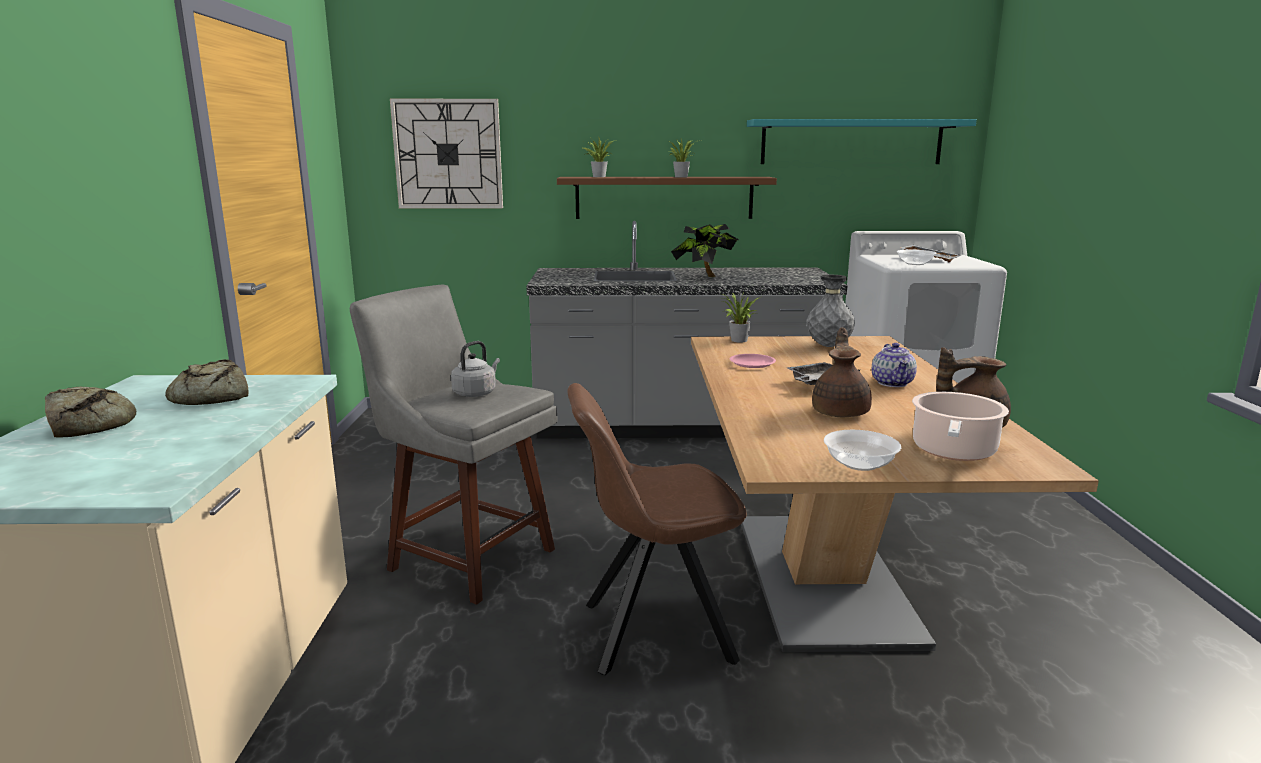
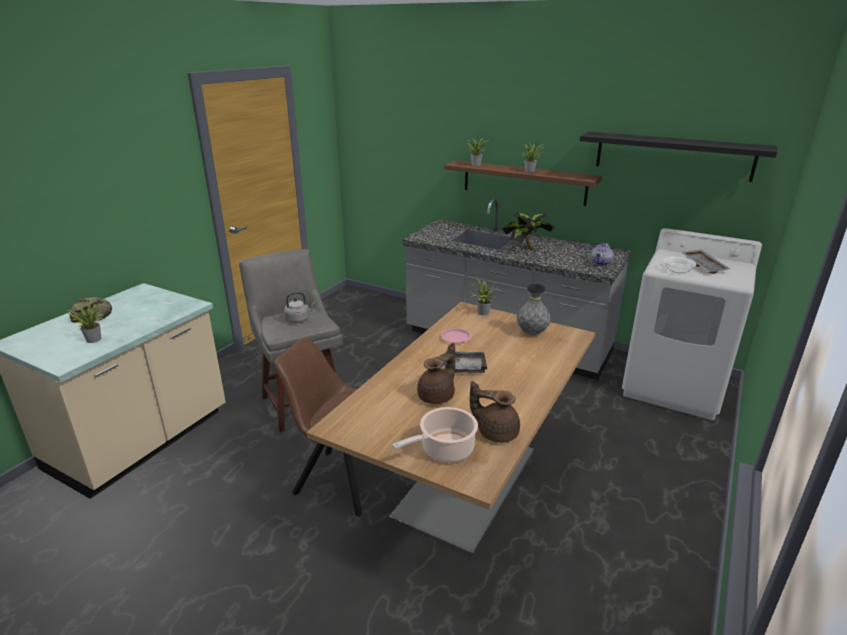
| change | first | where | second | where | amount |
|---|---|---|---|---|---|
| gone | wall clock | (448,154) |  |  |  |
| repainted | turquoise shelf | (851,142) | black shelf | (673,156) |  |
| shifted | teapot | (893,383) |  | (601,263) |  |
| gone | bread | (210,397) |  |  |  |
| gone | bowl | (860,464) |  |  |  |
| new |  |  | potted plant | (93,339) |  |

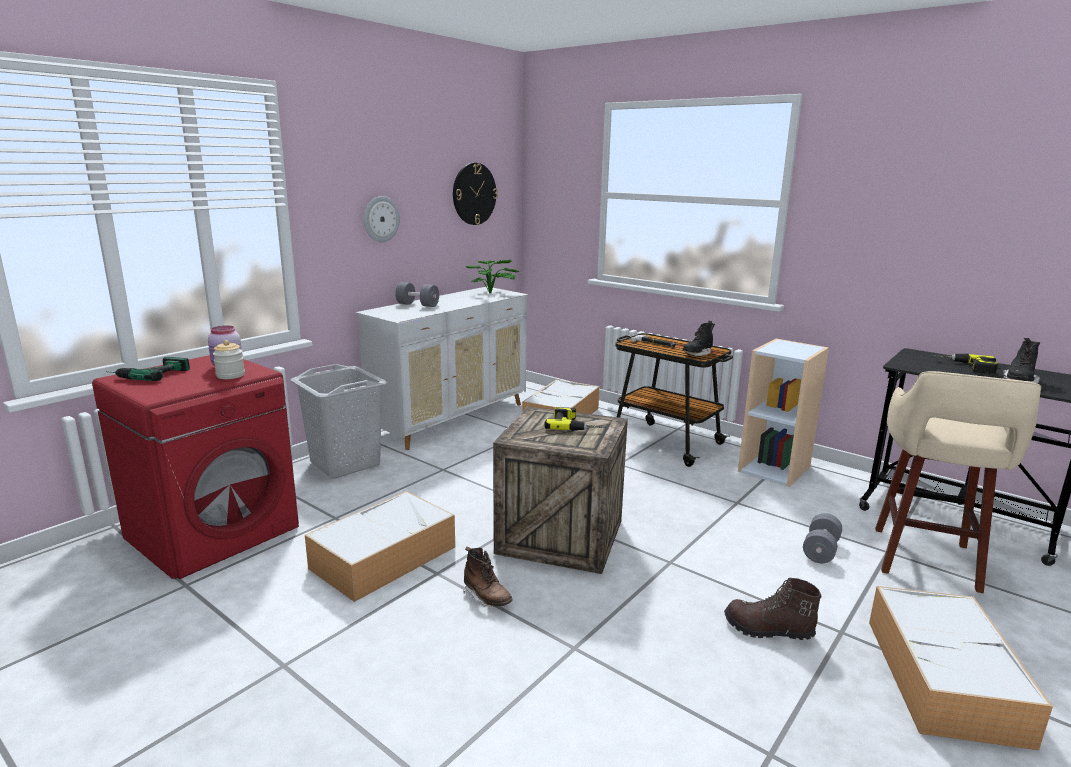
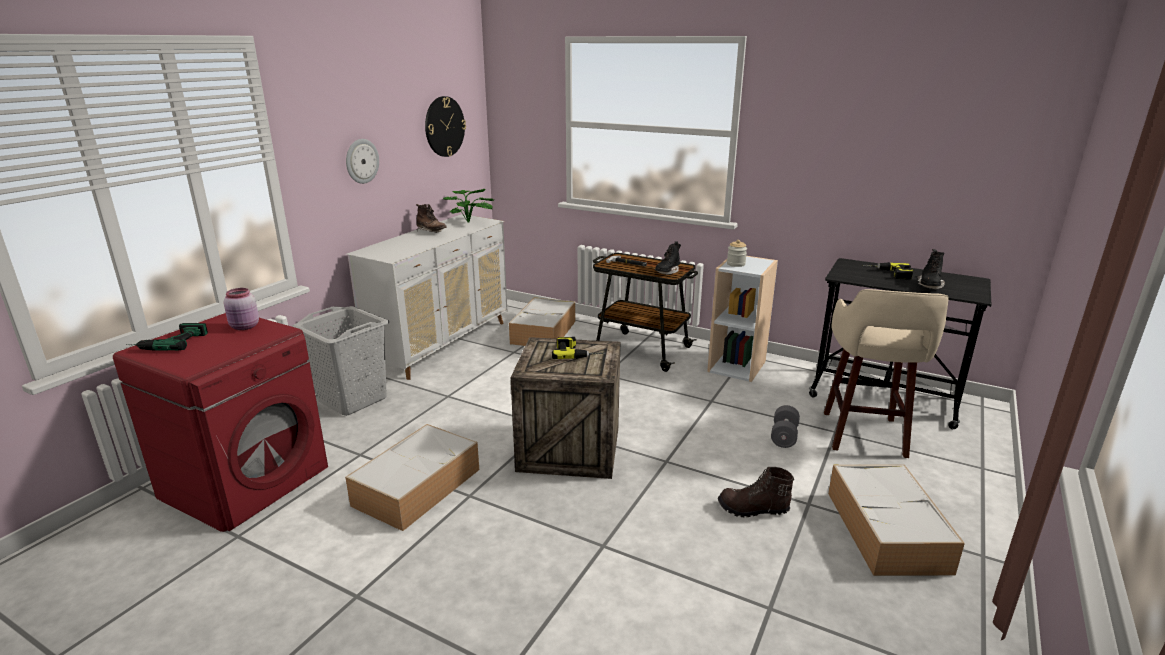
| change | first | where | second | where | amount |
|---|---|---|---|---|---|
| gone | grey dumbbell | (417,305) |  |  |  |
| shifted | jar | (230,375) |  | (736,264) |  |
| shifted | brown boot | (487,598) |  | (431,232) |  |

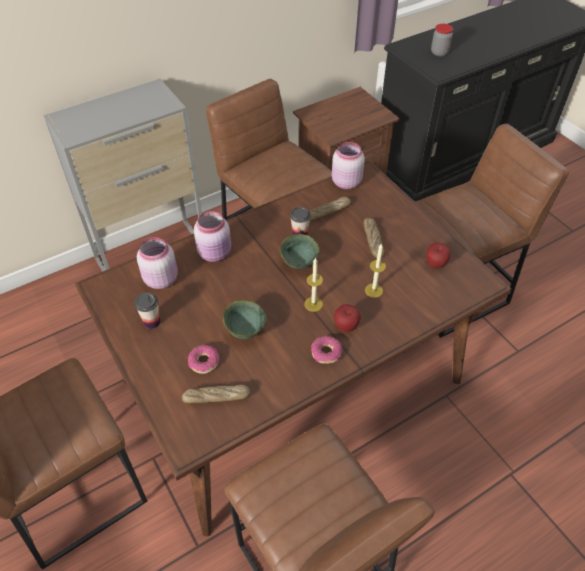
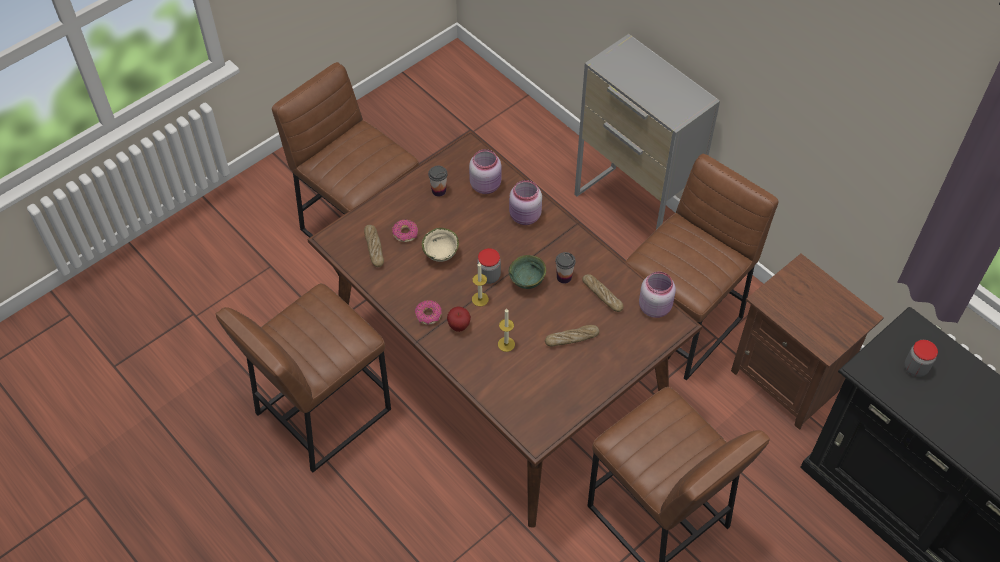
| change | first | where | second | where | amount |
|---|---|---|---|---|---|
| gone | apple | (435,264) |  |  |  |
| repainted | green bowl | (245,330) | beige bowl | (442,255) |  |
| new |  |  | jar | (489,276) |  |

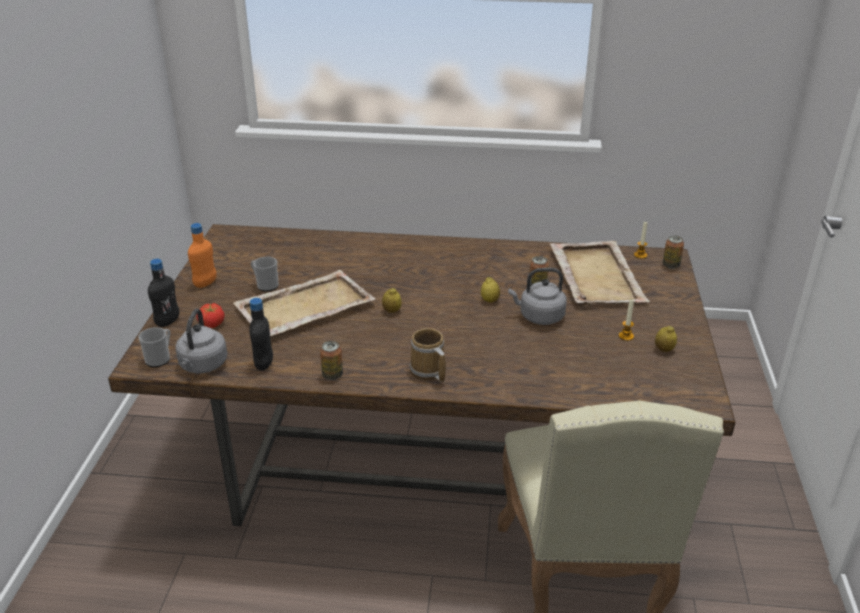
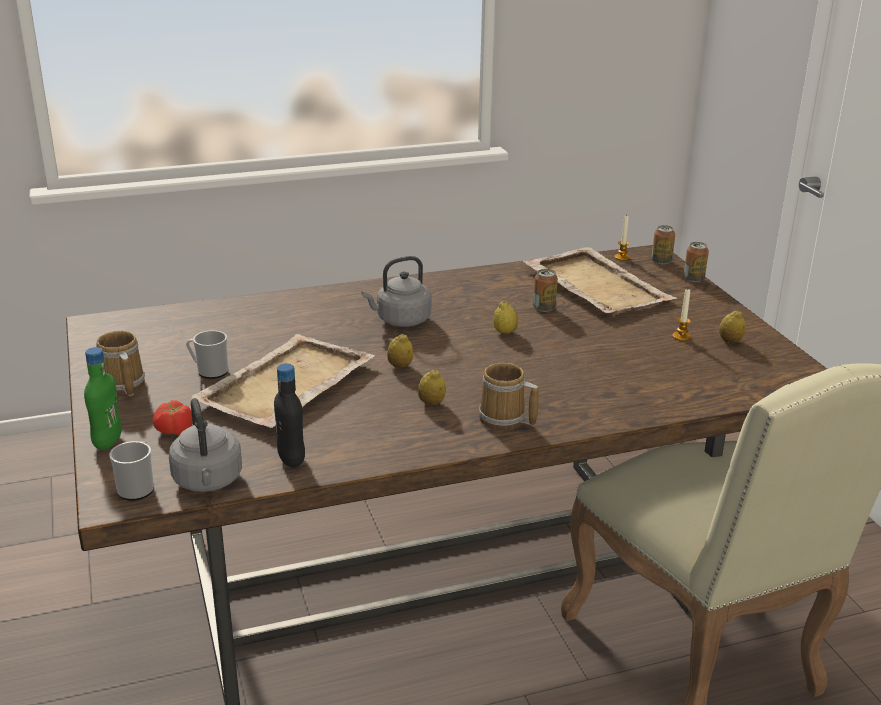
| change | first | where | second | where | amount |
|---|---|---|---|---|---|
| swapped | orange bottle | (205,283) | mug | (122,386) |  |
| repainted | black bottle | (167,322) | green bottle | (108,442) |  |
| shifted | grey kettle | (539,317) |  | (400,320) |  |
| shifted | can | (332,375) |  | (693,279) |  |
| new |  |  | lemon | (431,403) |  |

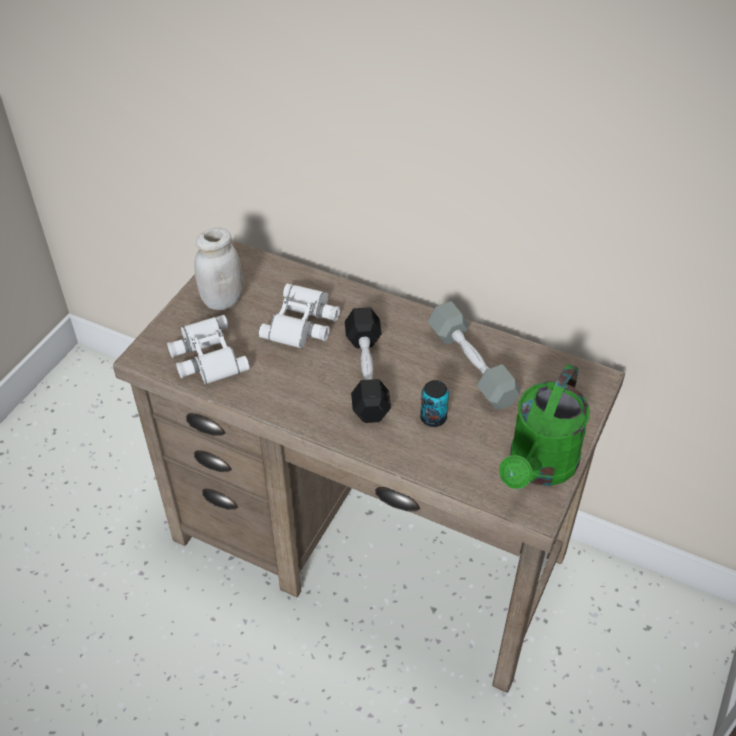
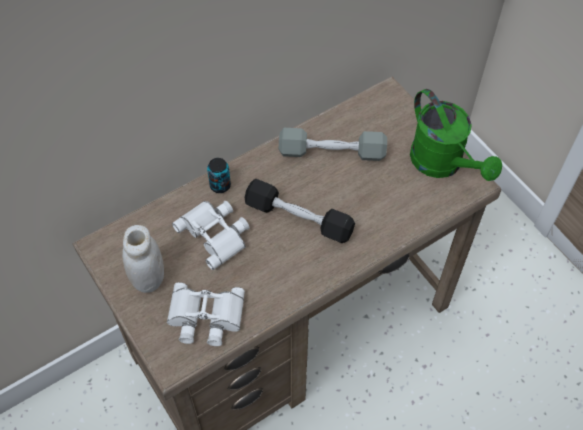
| change | first | where | second | where | amount |
|---|---|---|---|---|---|
| shifted | can | (433,418) |  | (220,185) |  |

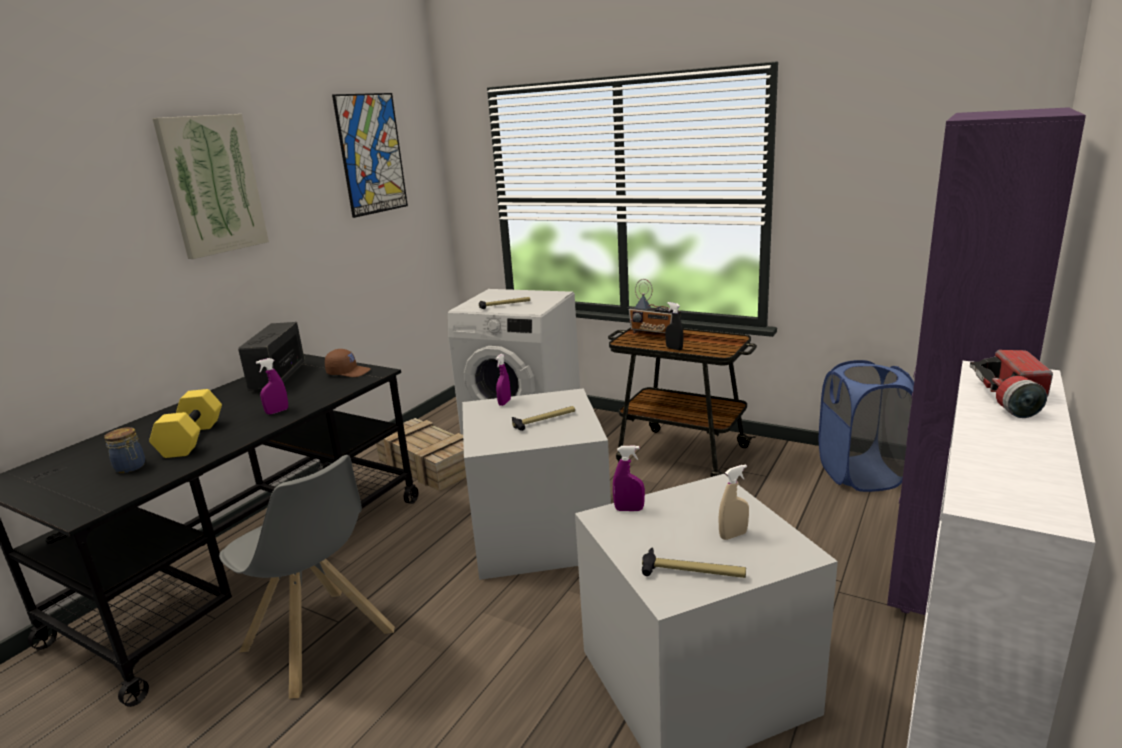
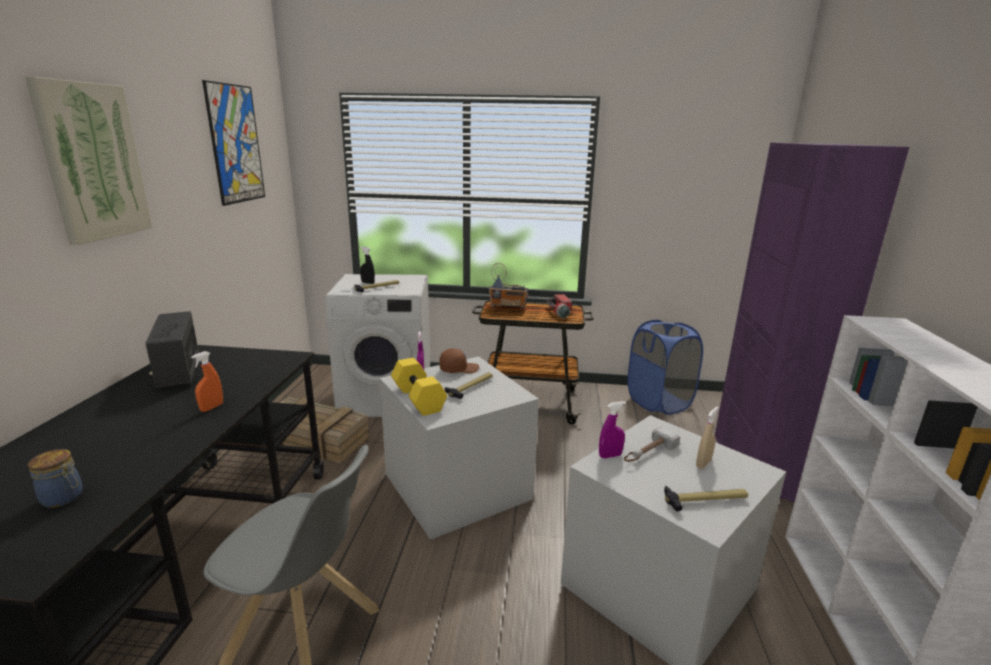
| change | first | where | second | where | amount |
|---|---|---|---|---|---|
| shifted | black spray bottle | (674,348) |  | (368,283) |  |
| shifted | brown cap | (348,372) |  | (459,369) |  |
| shifted | flashlight | (1011,398) |  | (560,312) |  |
| repainted | purple spray bottle | (277,411) | orange spray bottle | (211,407) |  |
| shifted | yellow dumbbell | (191,438) |  | (417,399) |  |
| new |  |  | hammer | (648,453) |  |

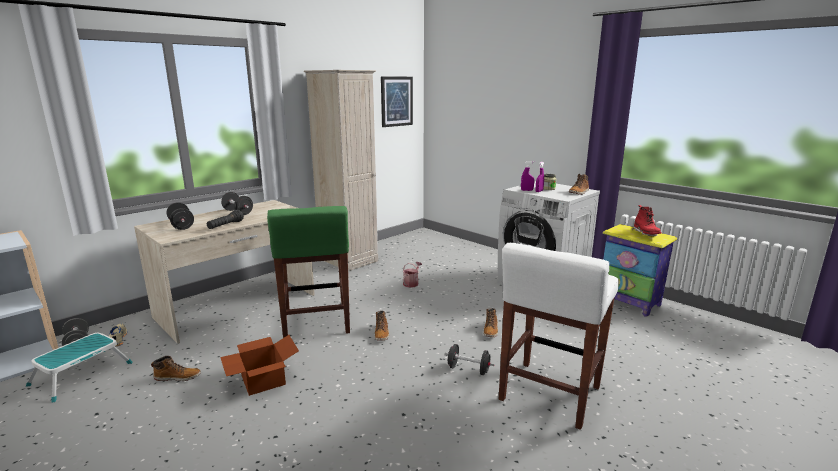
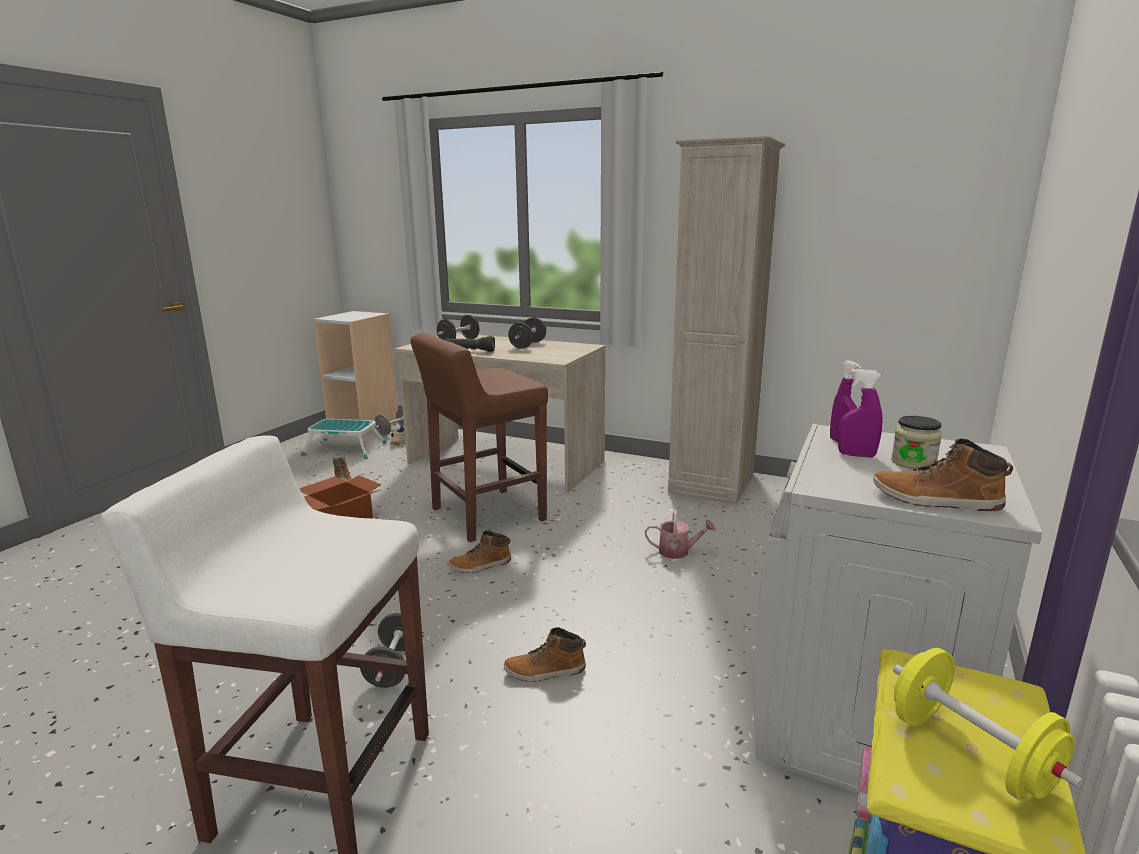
| change | first | where | second | where | amount |
|---|---|---|---|---|---|
| gone | picture | (396,101) |  |  |  |
| swapped | red boot | (646,234) | yellow dumbbell | (970,754) |  |
| repainted | green stool | (316,323) | brown stool | (486,515) |  |

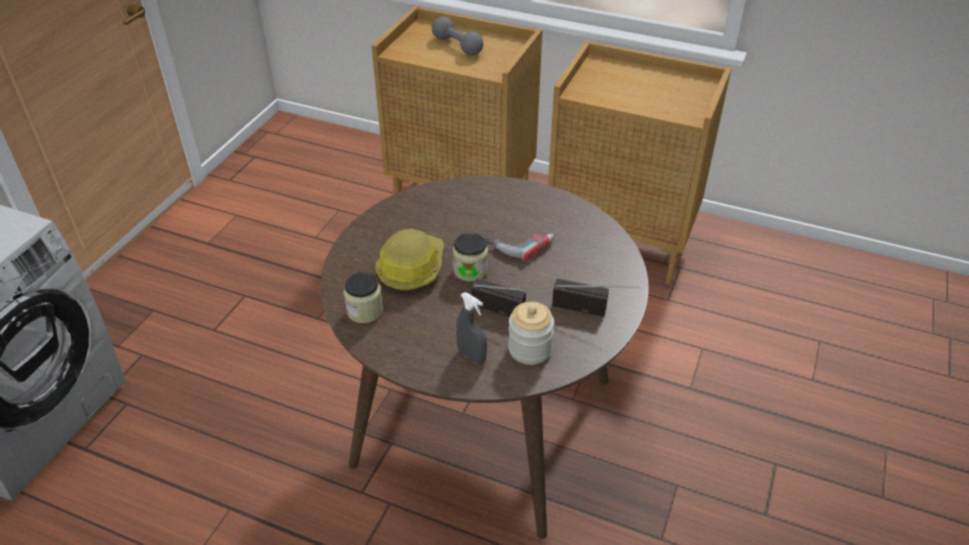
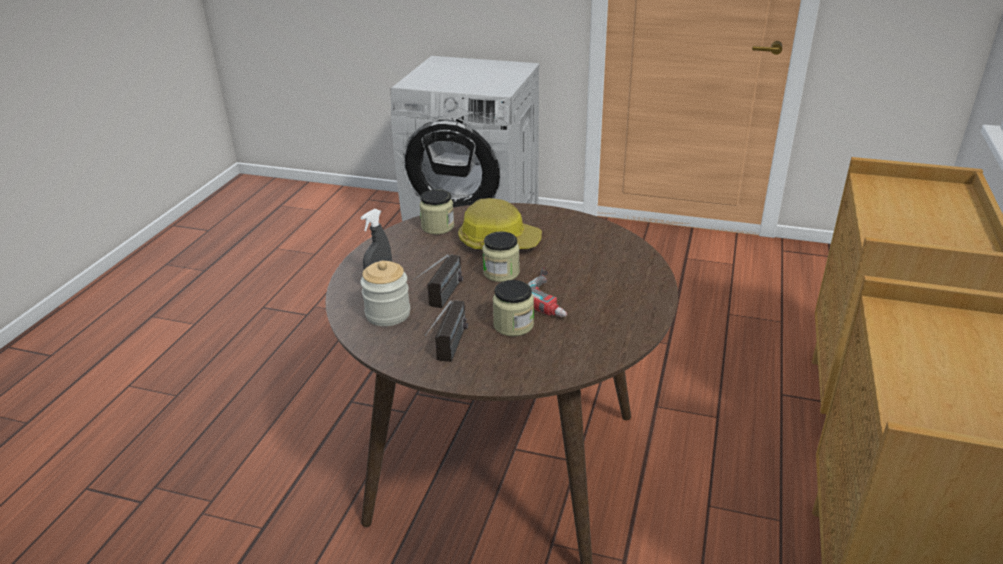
| change | first | where | second | where | amount |
|---|---|---|---|---|---|
| gone | grey dumbbell | (457,46) |  |  |  |
| new |  |  | jar | (513,325) |  |

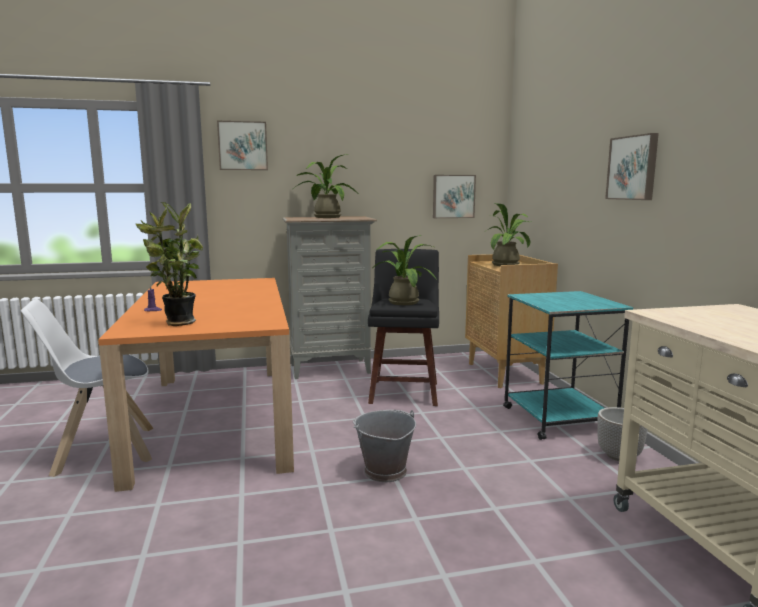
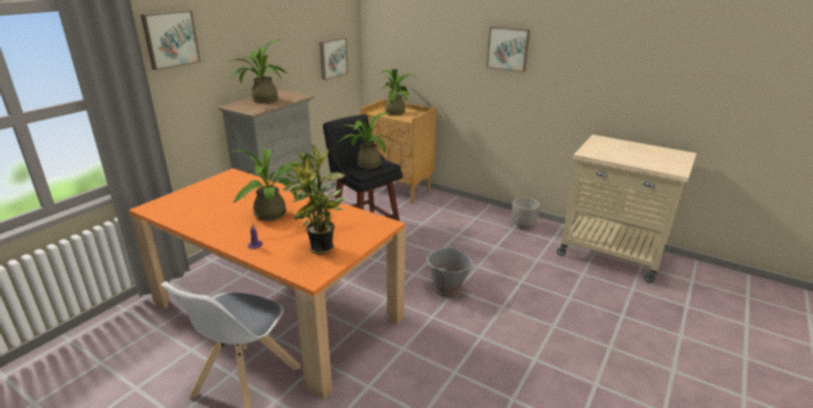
| change | first | where | second | where | amount |
|---|---|---|---|---|---|
| gone | turquoise cart | (559,420) |  |  |  |
| new |  |  | potted plant | (275,214) |  |

